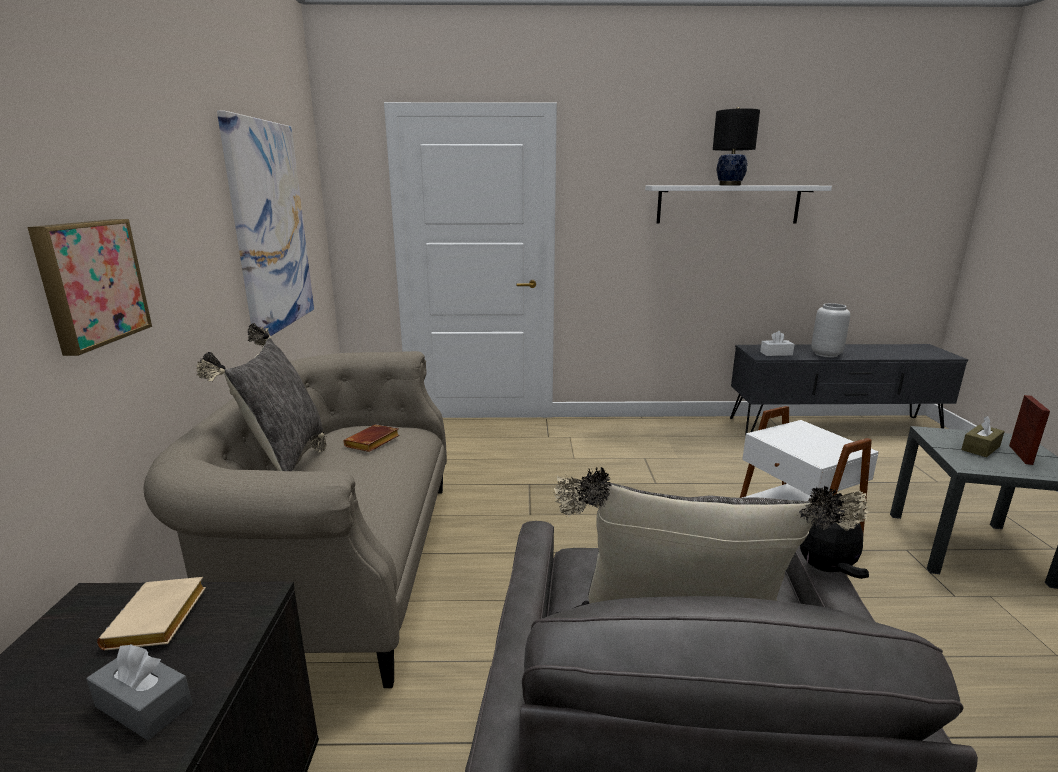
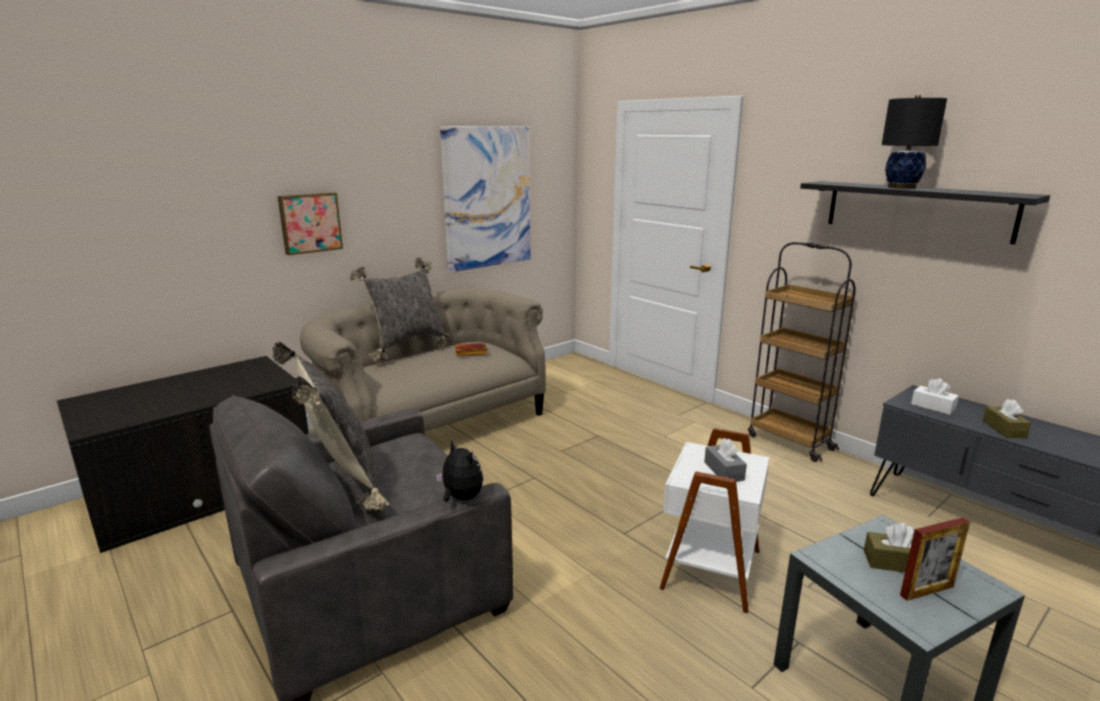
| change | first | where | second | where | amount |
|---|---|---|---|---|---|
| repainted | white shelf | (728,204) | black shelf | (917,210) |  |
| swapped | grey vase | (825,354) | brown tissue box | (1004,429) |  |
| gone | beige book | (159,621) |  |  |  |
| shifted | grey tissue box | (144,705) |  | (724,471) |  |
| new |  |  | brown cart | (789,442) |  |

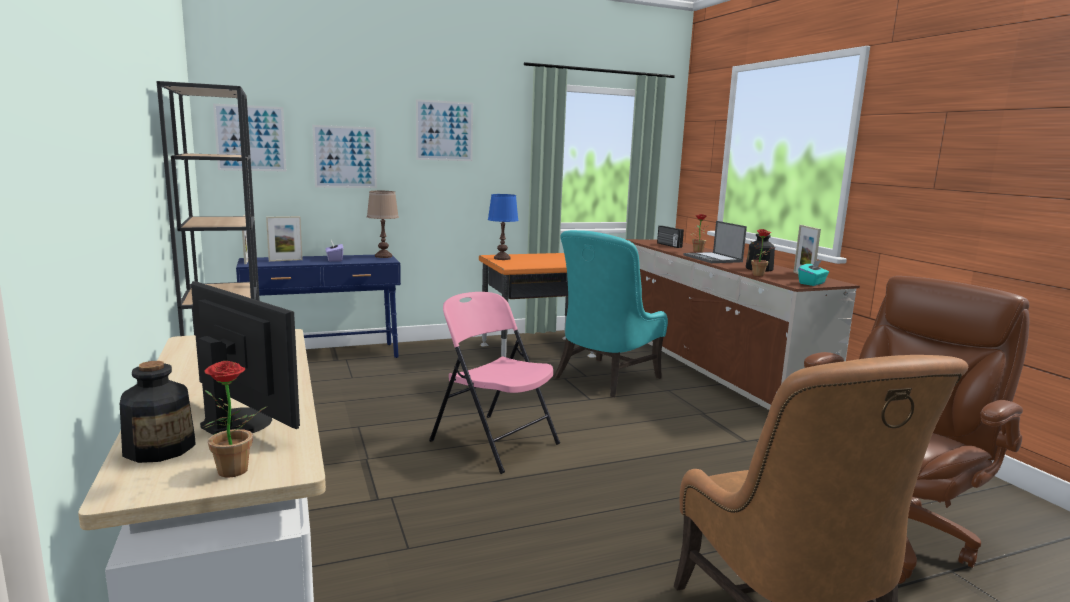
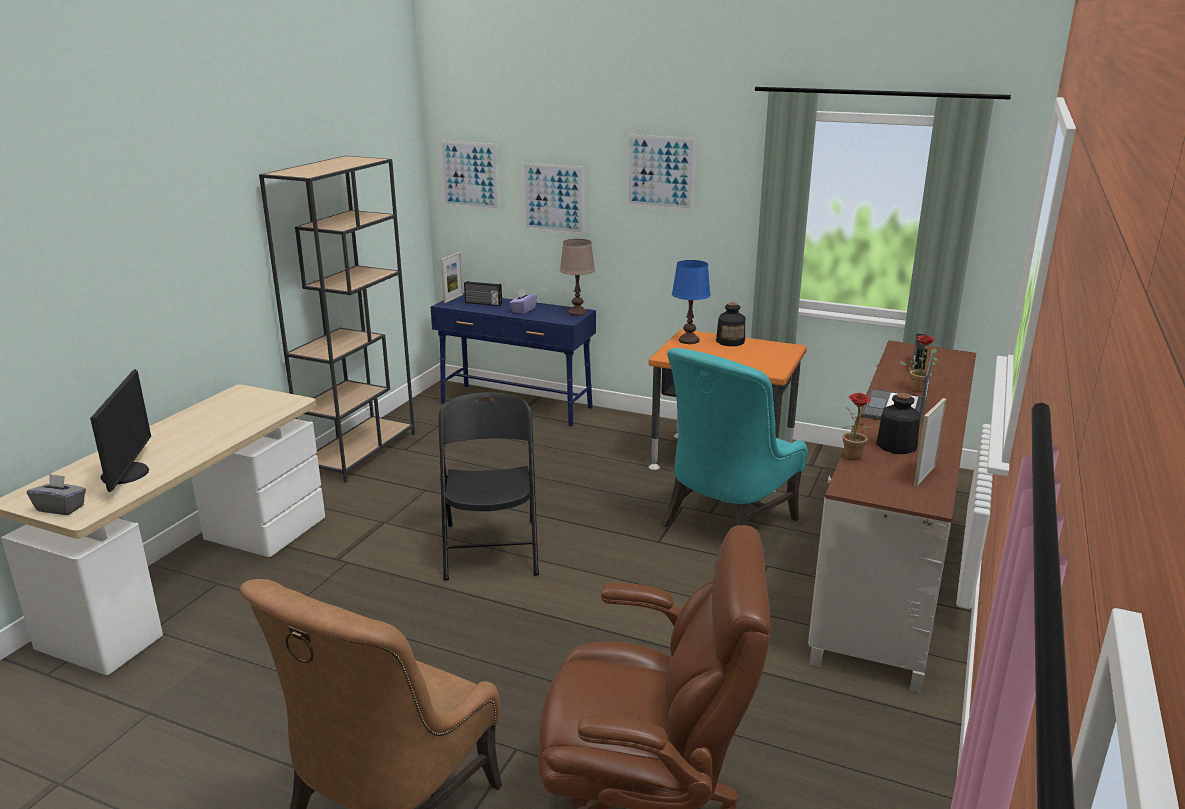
| change | first | where | second | where | amount |
|---|---|---|---|---|---|
| swapped | picture frame | (285,260) | radio | (483,303) |  |
| rotated | turquoise chair | (605,378) |  | (727,523) | 45 degrees counterclockwise |
| gone | turquoise tissue box | (812,283) |  |  |  |
| repainted | pink chair | (495,442) | black chair | (492,549) |  |
| shifted | bottle | (160,448) |  | (730,341) |  |
| swapped | potted plant | (234,473) | grey tissue box | (61,508) |  |

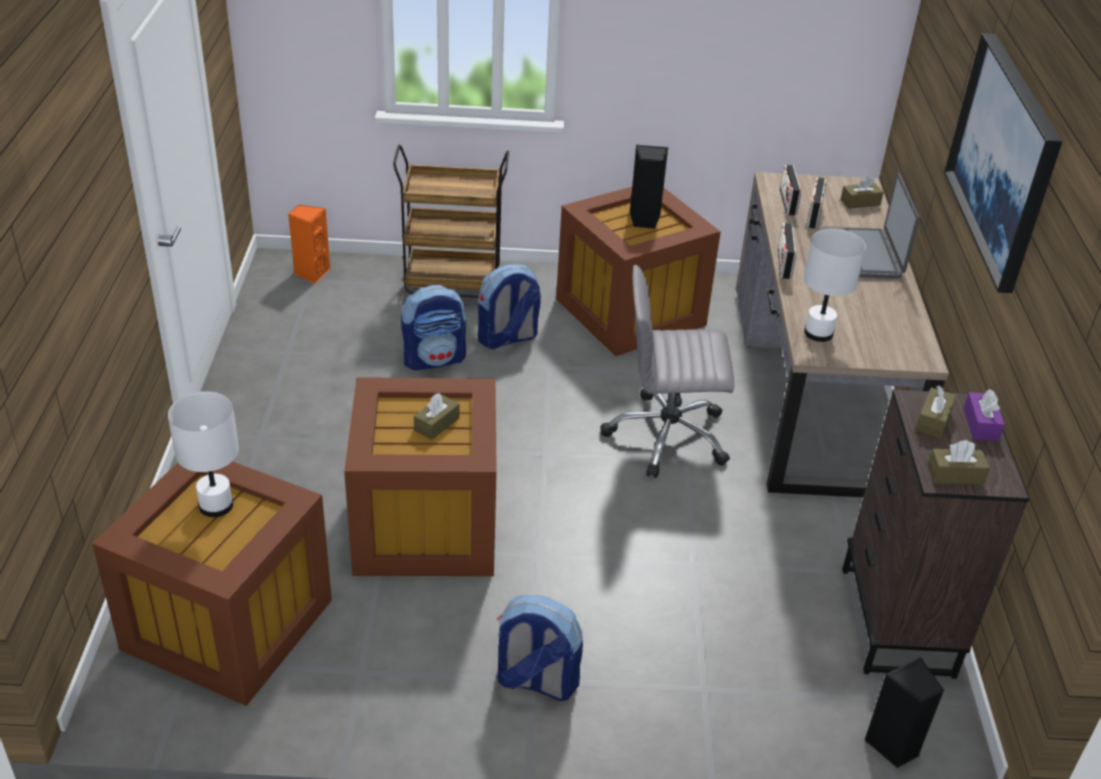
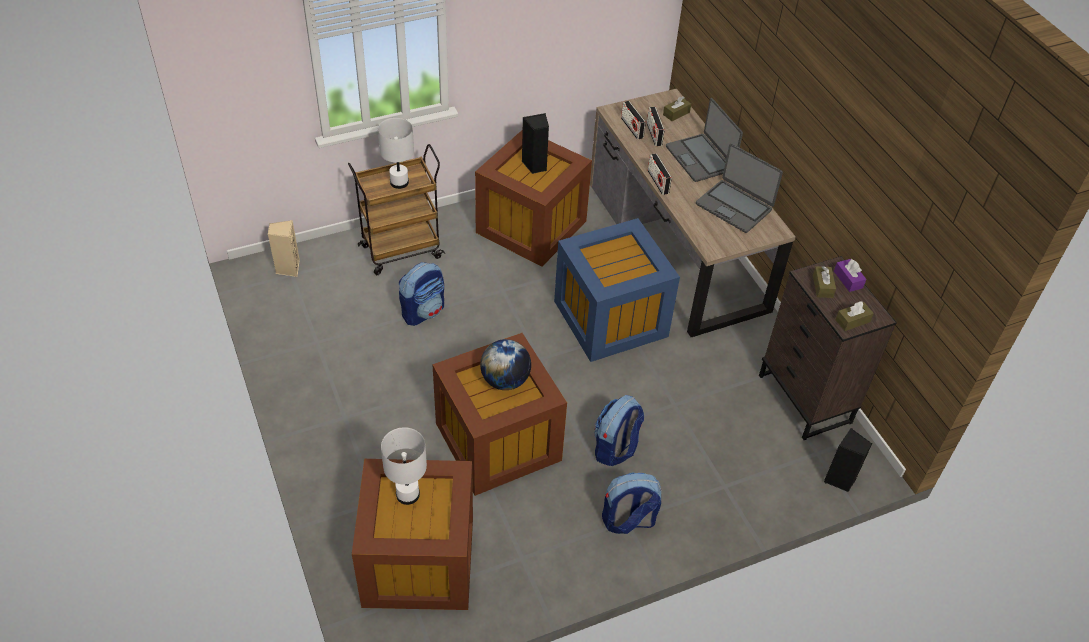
| change | first | where | second | where | amount |
|---|---|---|---|---|---|
| gone | picture | (1003,159) |  |  |  |
| repainted | orange speaker | (311,273) | beige speaker | (288,268) |  |
| shifted | white table lamp | (817,333) |  | (398,182) |  |
| shifted | backpack | (507,338) |  | (615,448) |  |
| swapped | grey office chair | (667,436) | blue storage box | (608,318) |  |
| swapped | brown tissue box | (436,424) | globe | (505,380) |  |
| new |  |  | laptop | (734,206) |  |

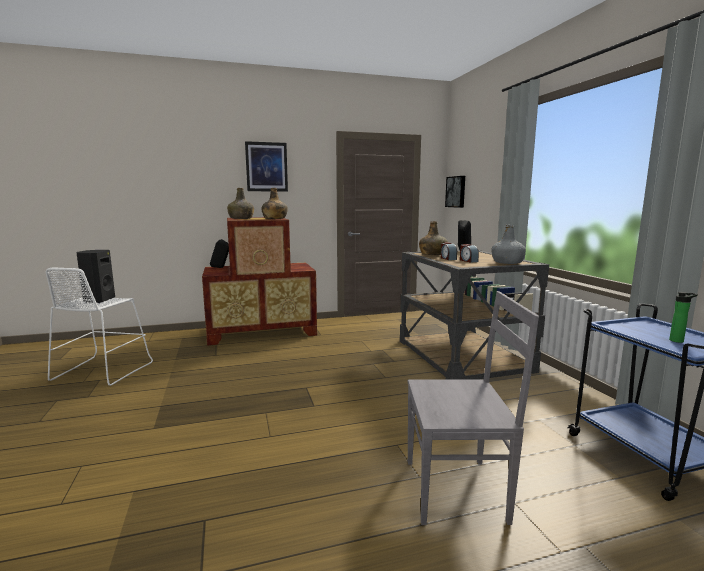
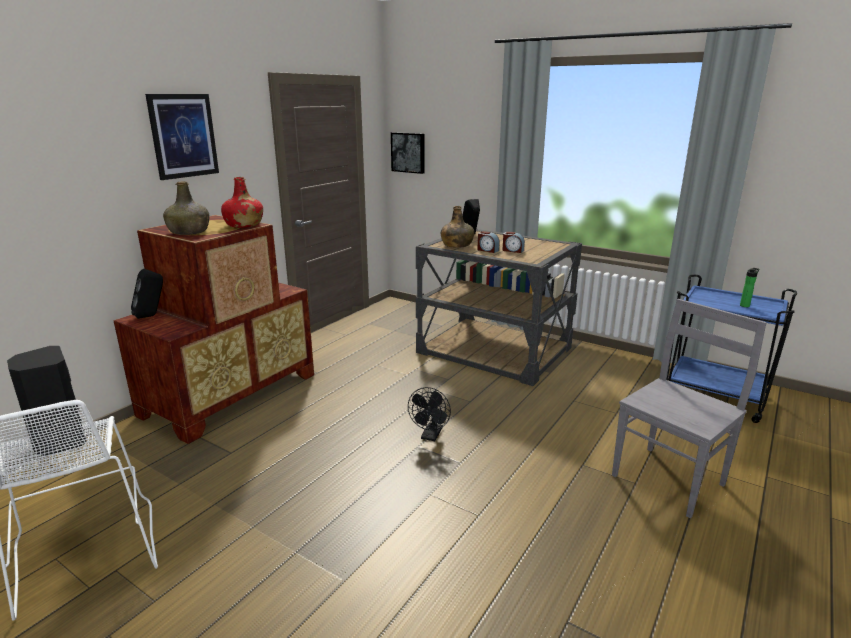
| change | first | where | second | where | amount |
|---|---|---|---|---|---|
| repainted | green bottle | (274,218) | red bottle | (243,225) |  |
| gone | grey bottle | (507,262) |  |  |  |
| new |  |  | black fan | (430,436) |  |

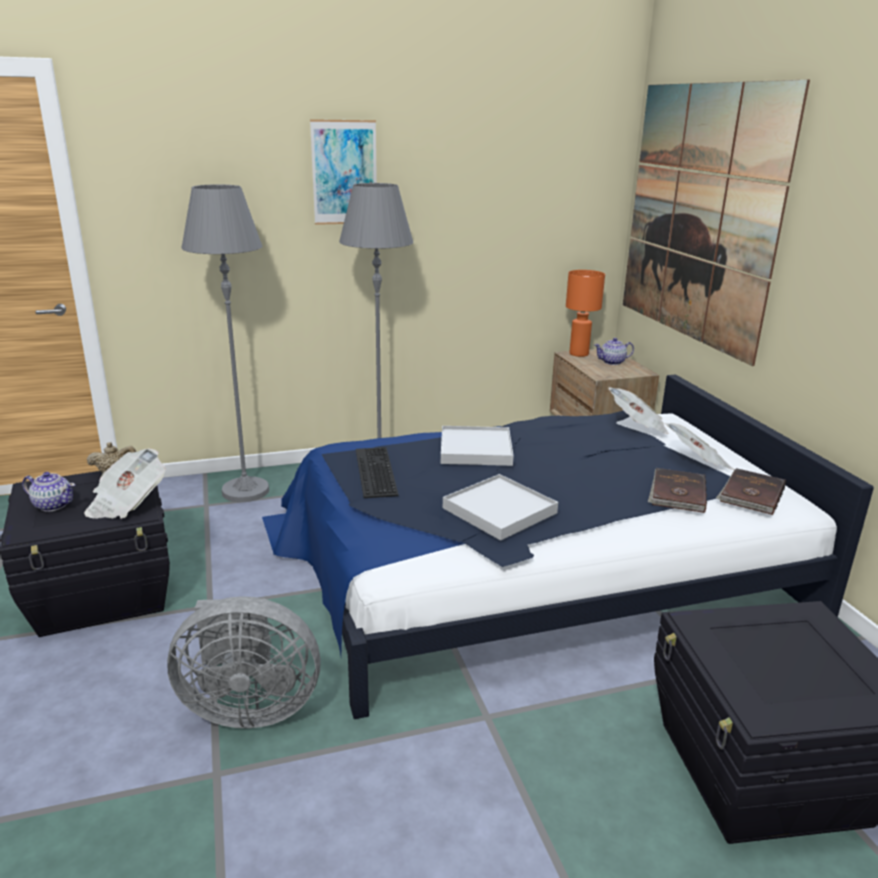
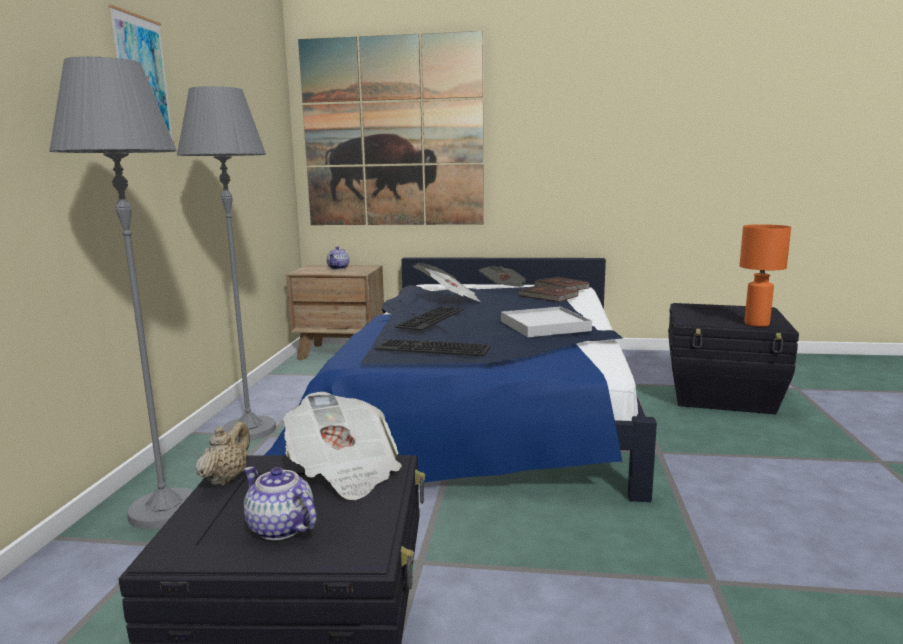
| change | first | where | second | where | amount |
|---|---|---|---|---|---|
| shifted | orange table lamp | (578,354) |  | (757,324) |  |
| swapped | white tray | (475,450) | keyboard | (432,318) |  |
| rotated | teapot | (53,505) |  | (280,528) | 90 degrees counterclockwise |
| gone | grey fan | (248,707) |  |  |  |
| new |  |  | newspaper | (454,300) |  |

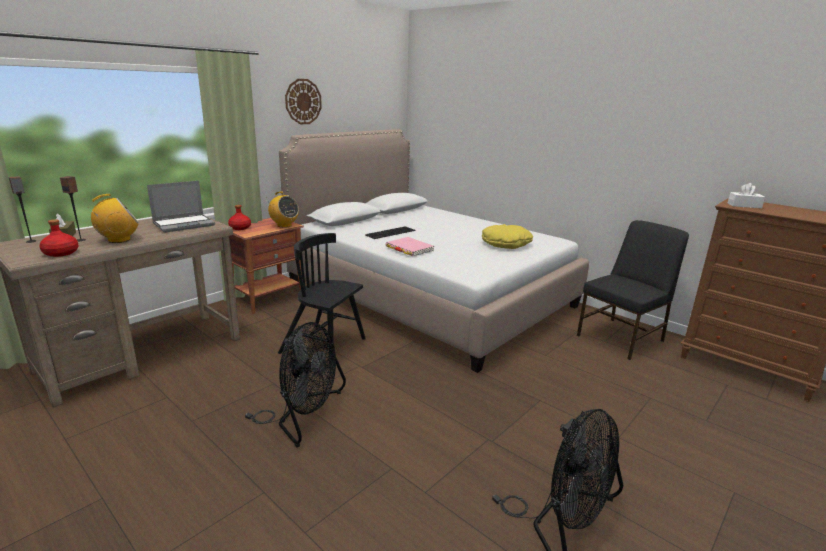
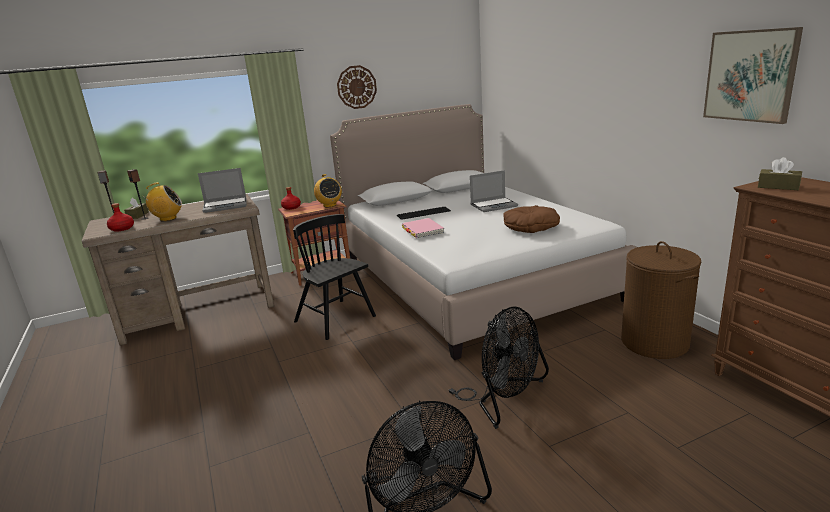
| change | first | where | second | where | amount |
|---|---|---|---|---|---|
| repainted | white tissue box | (744,205) | brown tissue box | (778,186) |  |
| swapped | black chair | (621,338) | brown laundry basket | (655,342) |  |
| repainted | yellow pillow | (504,244) | brown pillow | (530,227) |  |
| shifted | black fan | (301,415) |  | (502,398) |  |
| new |  |  | picture | (750,76) |  |
| new |  |  | laptop | (494,205) |  |

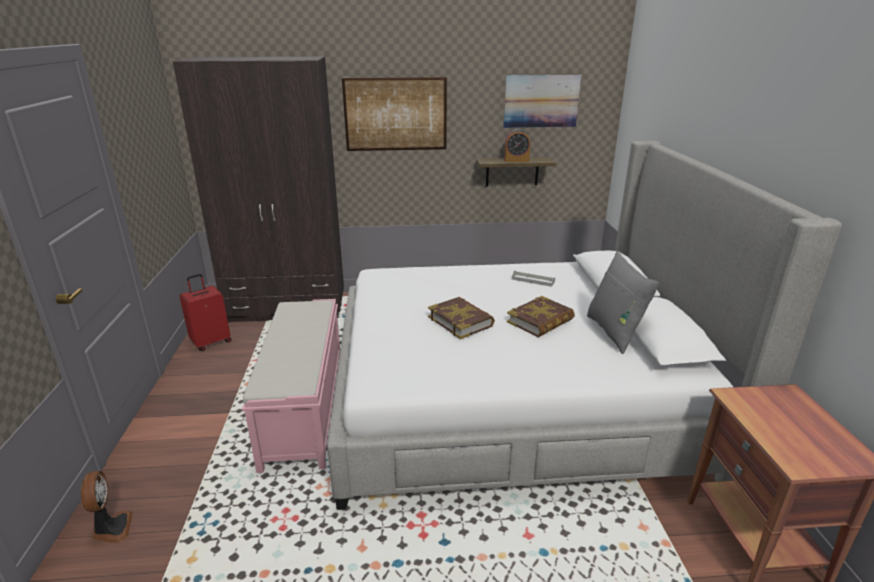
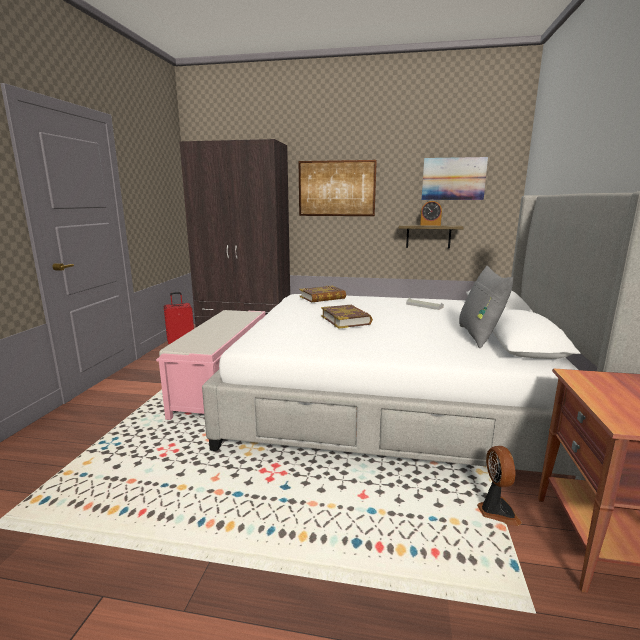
| change | first | where | second | where | amount |
|---|---|---|---|---|---|
| shifted | book | (540,321) |  | (322,297) |  |
| shifted | fan | (111,529) |  | (496,511) |  |

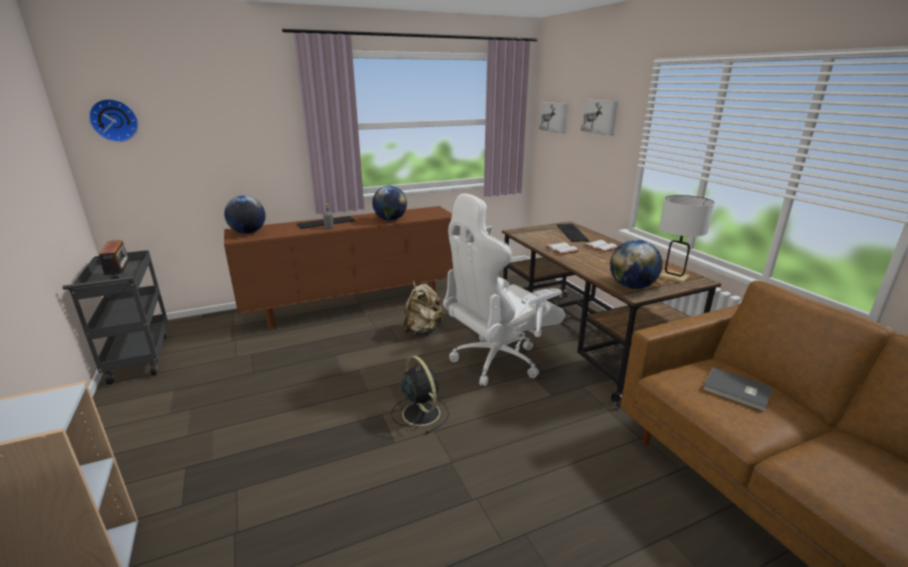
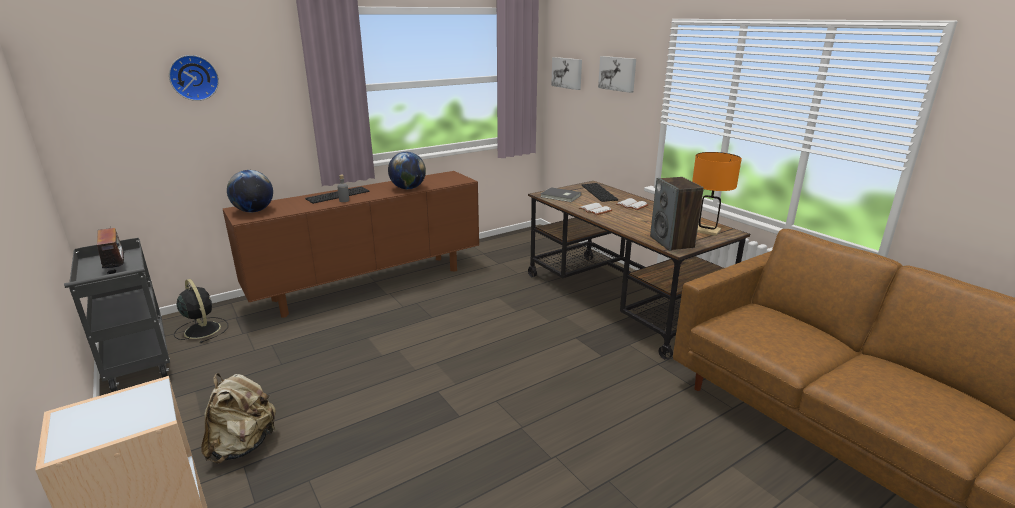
| change | first | where | second | where | amount |
|---|---|---|---|---|---|
| shifted | wall clock | (114,120) |  | (193,77) |  |
| gone | white office chair | (500,359) |  |  |  |
| repainted | white table lamp | (673,277) | orange table lamp | (706,230) |  |
| swapped | globe | (632,287) | speaker | (672,242) |  |
| shifted | beige backpack | (422,331) |  | (243,445) |  |
| shifted | black fan | (420,412) |  | (202,329) |  |
| shifted | grey book | (737,391) |  | (560,196) |  |

